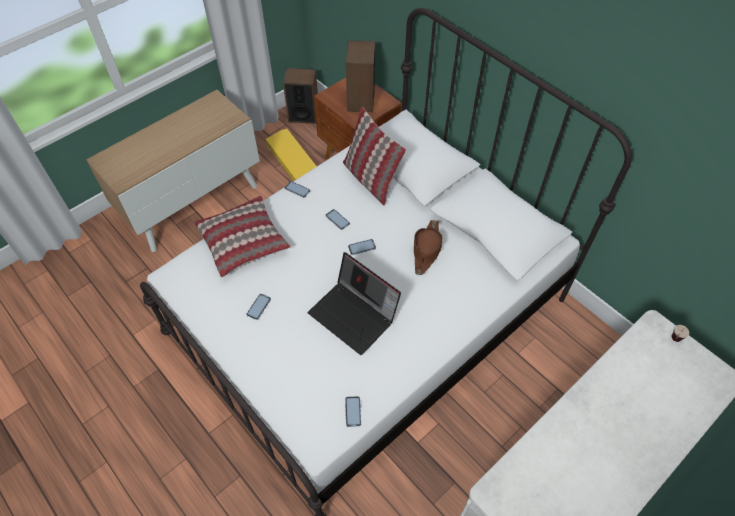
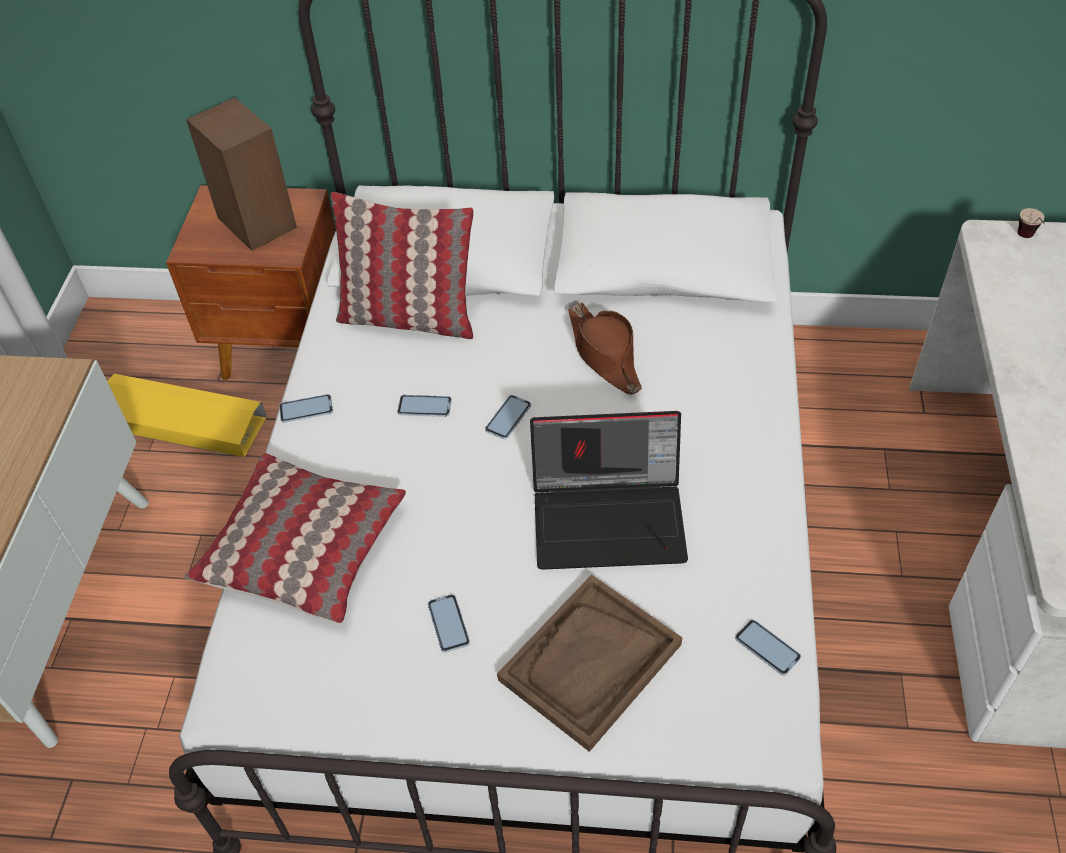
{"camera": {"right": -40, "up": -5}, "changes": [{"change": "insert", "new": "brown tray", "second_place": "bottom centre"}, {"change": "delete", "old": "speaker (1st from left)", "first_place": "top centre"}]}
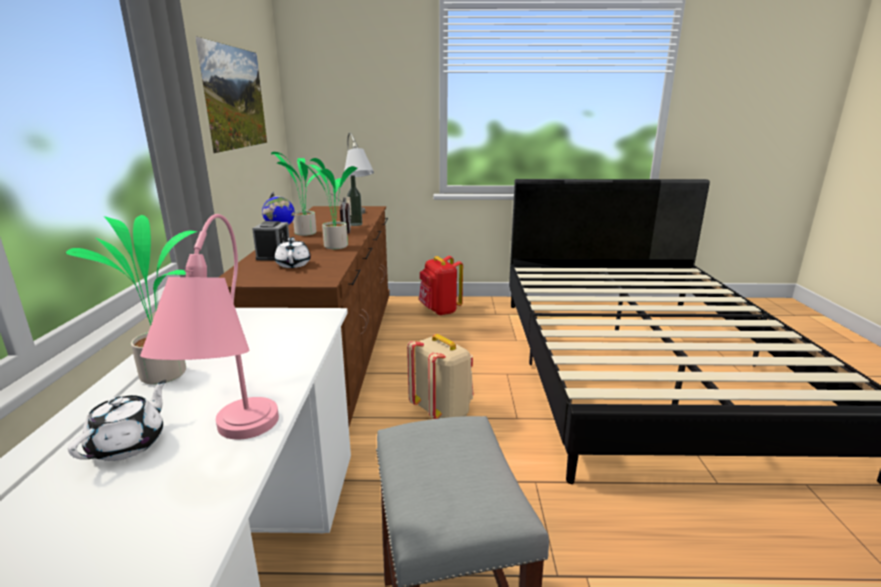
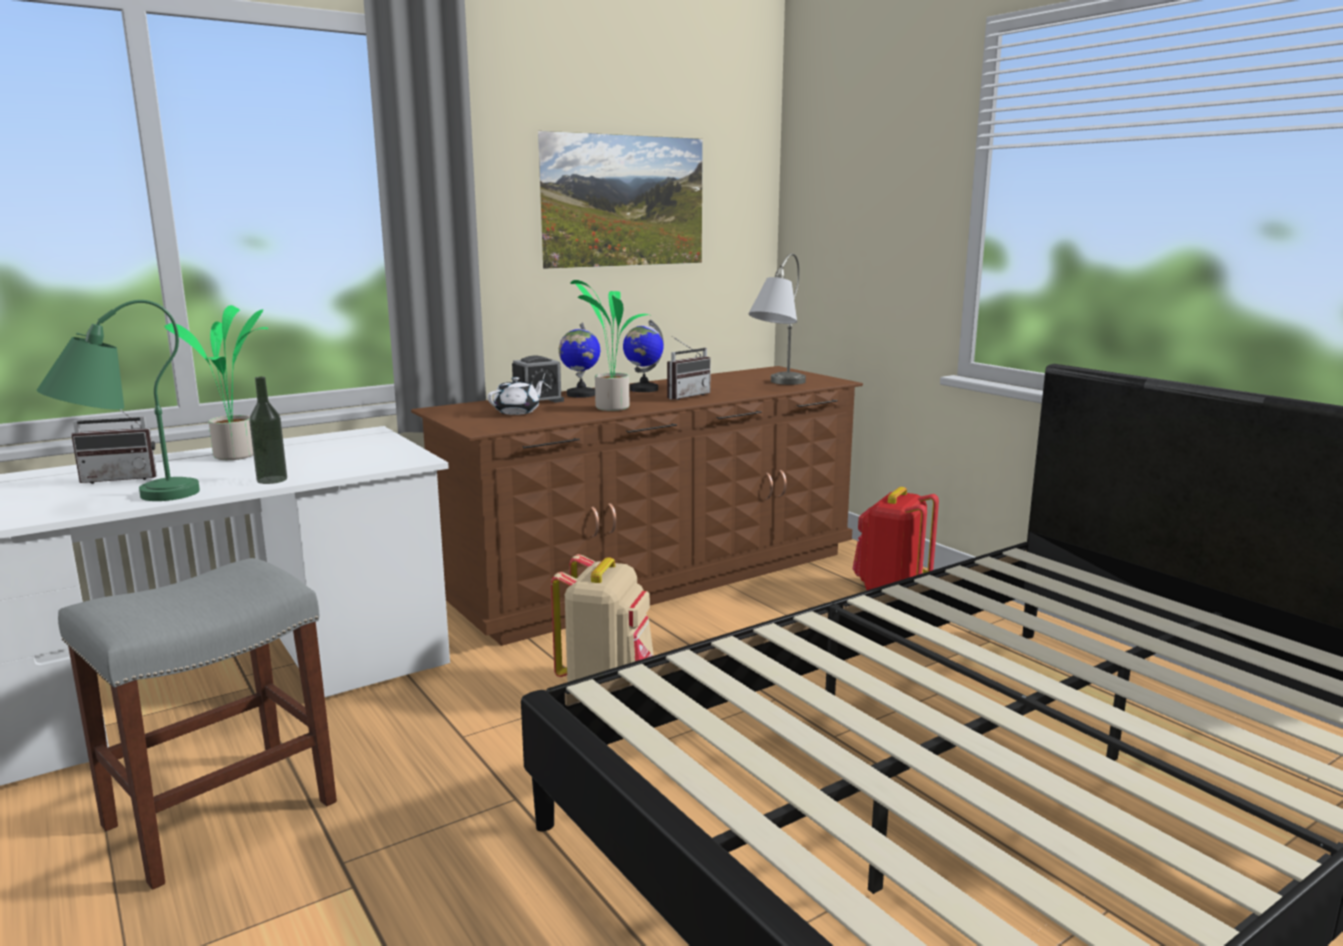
{"camera": {"right": 55, "up": -5}, "changes": [{"change": "recolor", "old": "pink table lamp", "new": "green table lamp", "first_place": "middle left", "second_place": "middle left"}, {"change": "replace", "old": "white teapot (1st from left)", "new": "radio (1st from left)", "first_place": "bottom left", "second_place": "middle left"}, {"change": "move", "old": "bottle", "first_place": "centre", "second_place": "middle left"}, {"change": "replace", "old": "potted plant (2nd from left)", "new": "globe (2nd from left)", "first_place": "top centre", "second_place": "centre"}]}
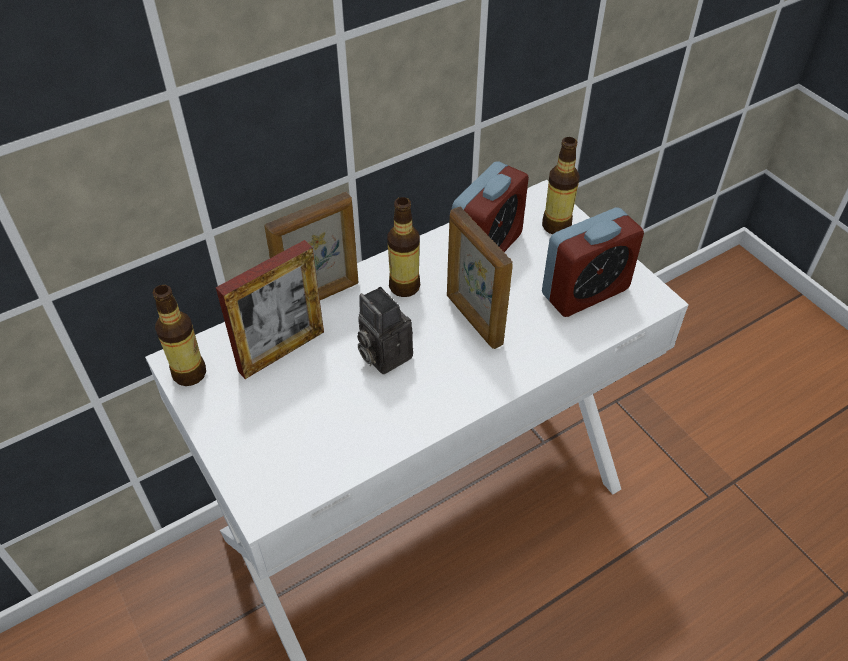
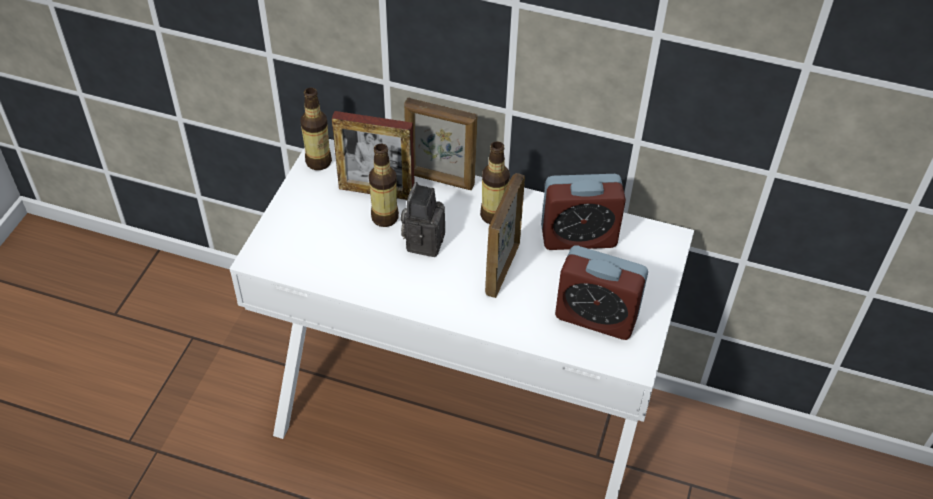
{"camera": {"right": 50, "up": 0}, "changes": [{"change": "move", "old": "bottle (3rd from left in the first image)", "new": "bottle (2nd from left)", "first_place": "top centre", "second_place": "centre"}]}
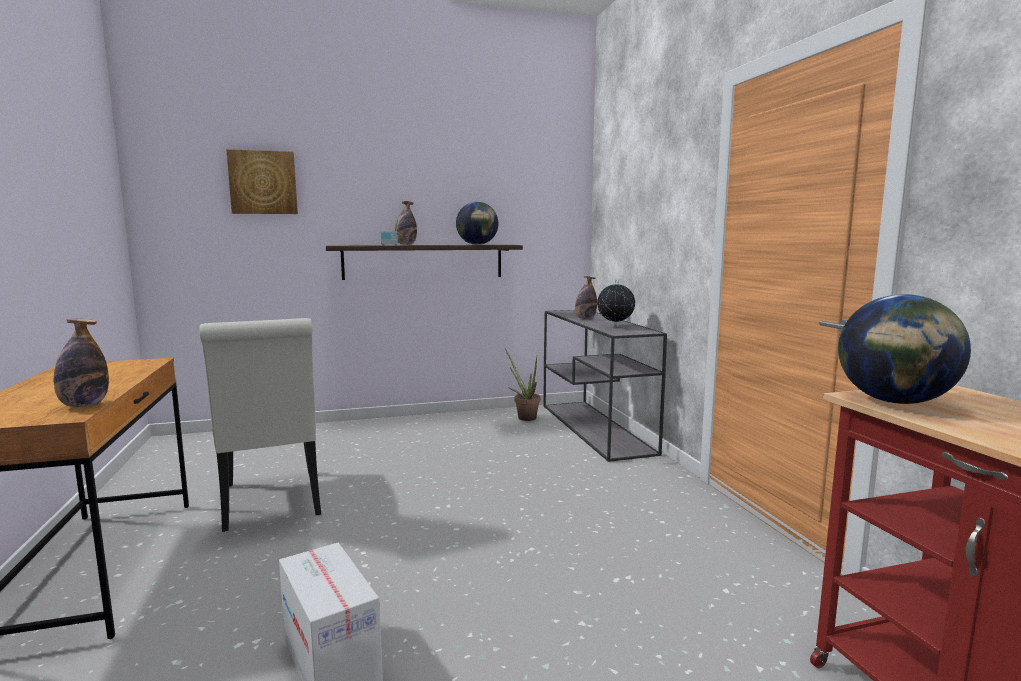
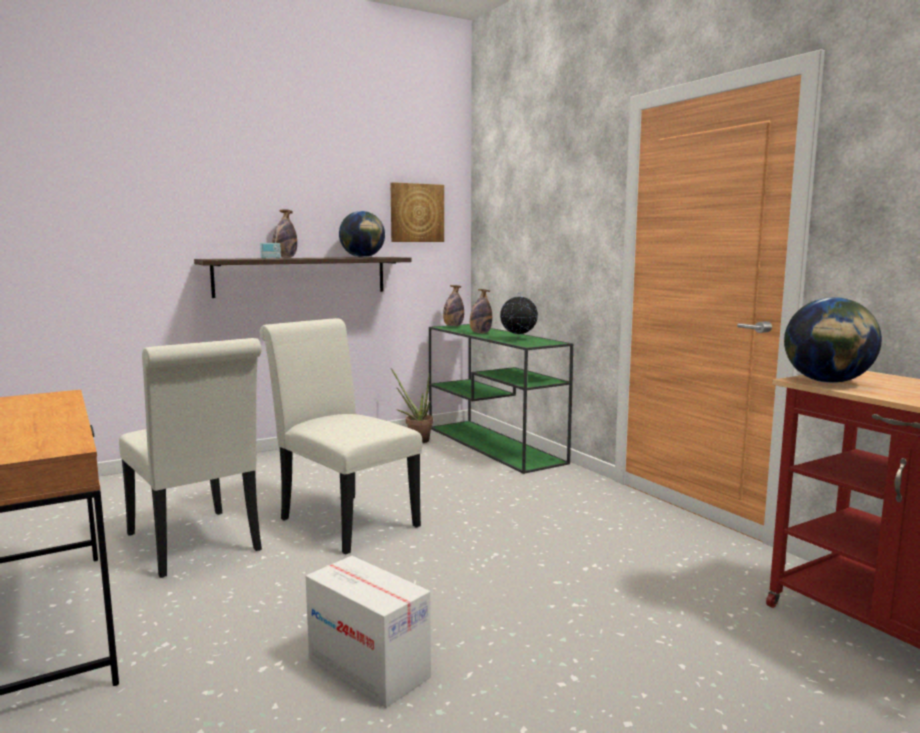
{"camera": {"right": -15, "up": 0}, "changes": [{"change": "insert", "new": "white chair (2nd from left)", "second_place": "centre"}, {"change": "move", "old": "picture", "first_place": "top left", "second_place": "top centre"}, {"change": "recolor", "old": "grey console table", "new": "green console table", "first_place": "centre", "second_place": "centre"}, {"change": "move", "old": "bottle (1st from left in the first image)", "new": "bottle (2nd from left)", "first_place": "middle left", "second_place": "centre"}]}
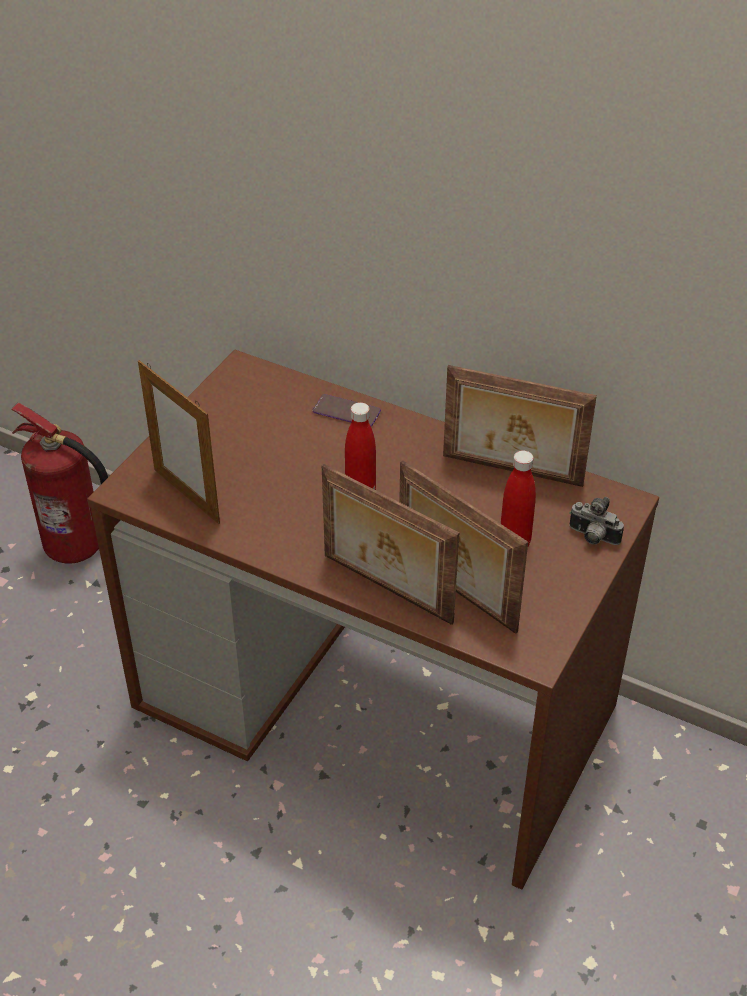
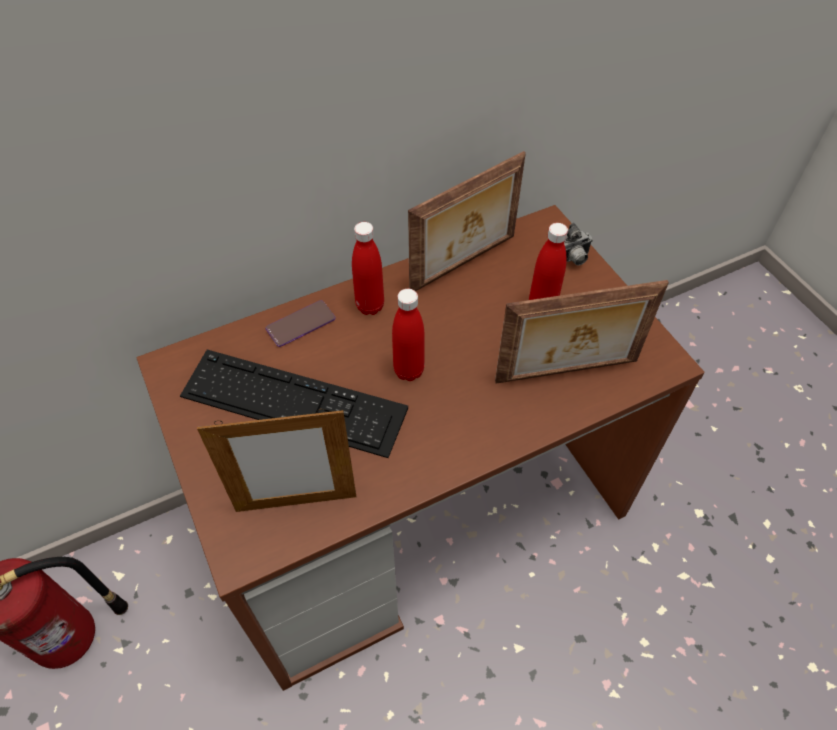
{"camera": {"right": -55, "up": 10}, "changes": [{"change": "insert", "new": "keyboard", "second_place": "centre"}, {"change": "insert", "new": "red bottle (1st from left)", "second_place": "centre"}, {"change": "delete", "old": "picture frame (2nd from left)", "first_place": "centre"}]}
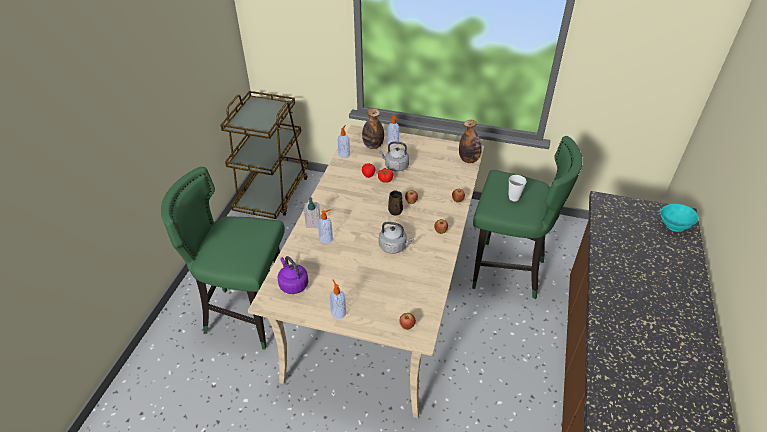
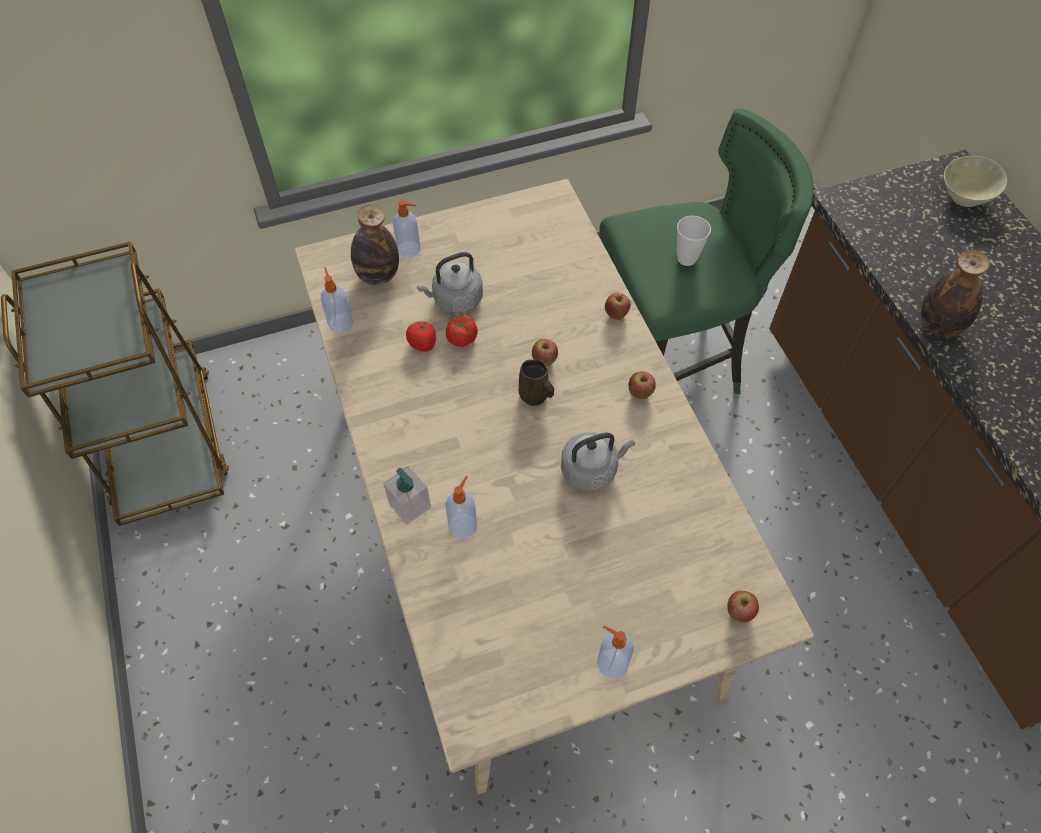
{"camera": {"right": -35, "up": 15}, "changes": [{"change": "move", "old": "bottle (2nd from left)", "first_place": "top centre", "second_place": "middle right"}, {"change": "recolor", "old": "turquoise bowl", "new": "beige bowl", "first_place": "middle right", "second_place": "top right"}, {"change": "delete", "old": "green stool (1st from left)", "first_place": "middle left"}, {"change": "delete", "old": "purple kettle", "first_place": "centre"}]}
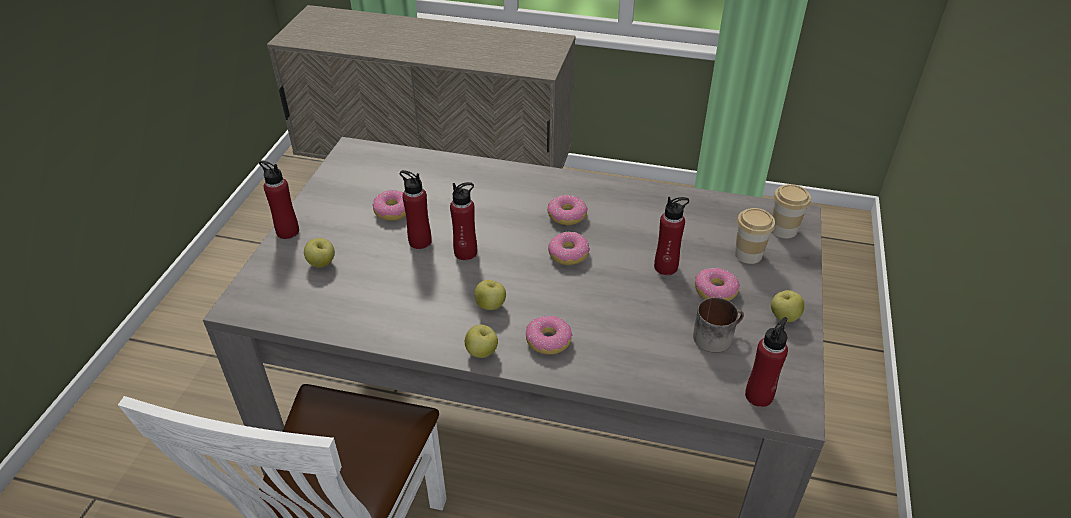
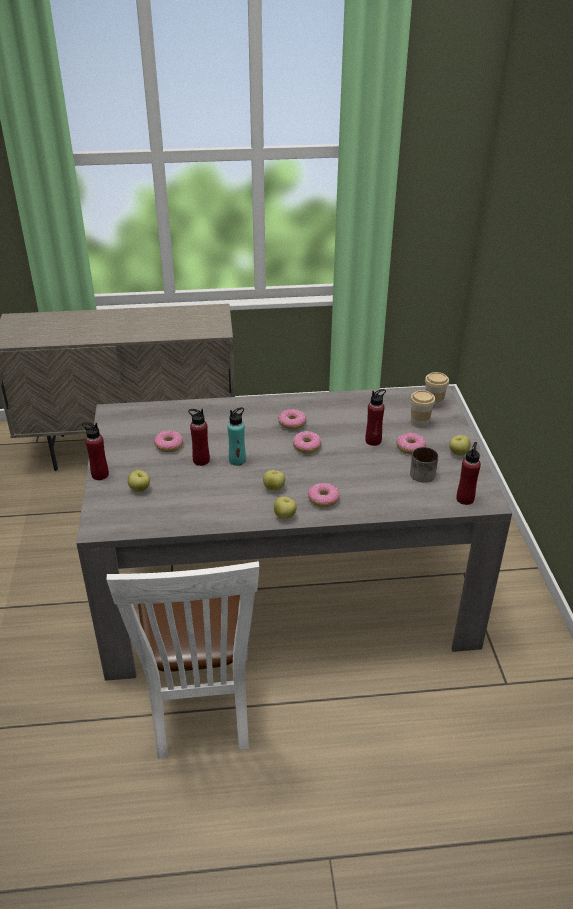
{"camera": {"right": -20, "up": -5}, "changes": [{"change": "recolor", "old": "red bottle (3rd from left)", "new": "turquoise bottle", "first_place": "centre", "second_place": "centre"}]}
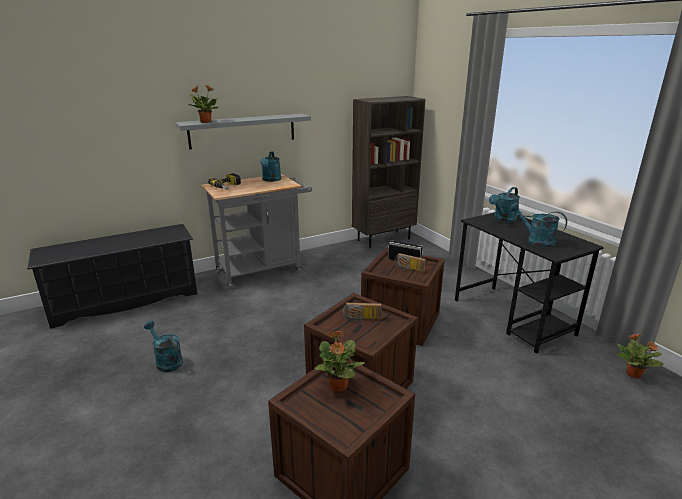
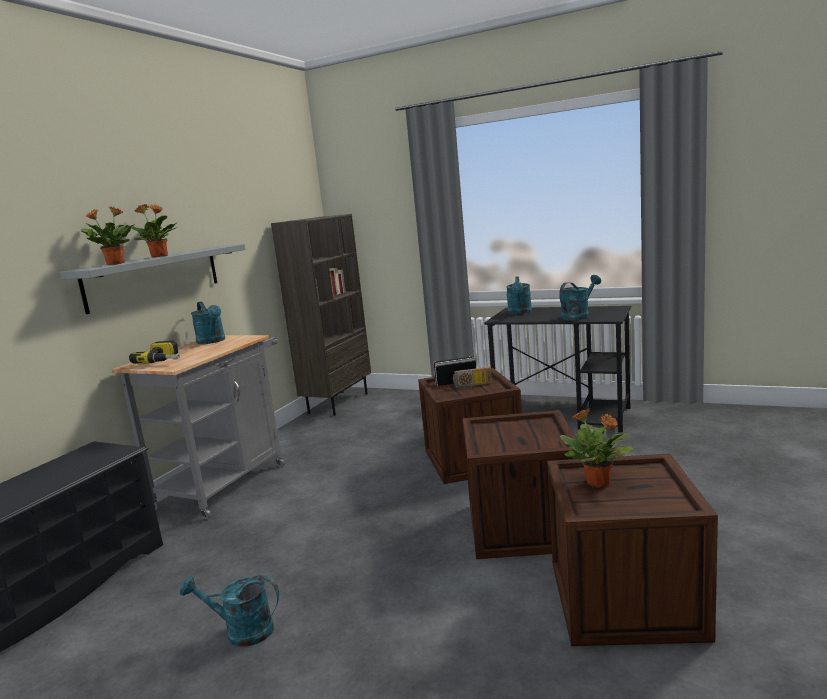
{"camera": {"right": -35, "up": -10}, "changes": [{"change": "move", "old": "potted plant (3rd from left in the first image)", "new": "potted plant (2nd from left)", "first_place": "bottom right", "second_place": "top left"}, {"change": "rotate", "old": "turquoise watering can (4th from left)", "first_place": "middle right", "second_place": "middle right", "degrees": 135}, {"change": "delete", "old": "radio (1st from left)", "first_place": "centre"}]}
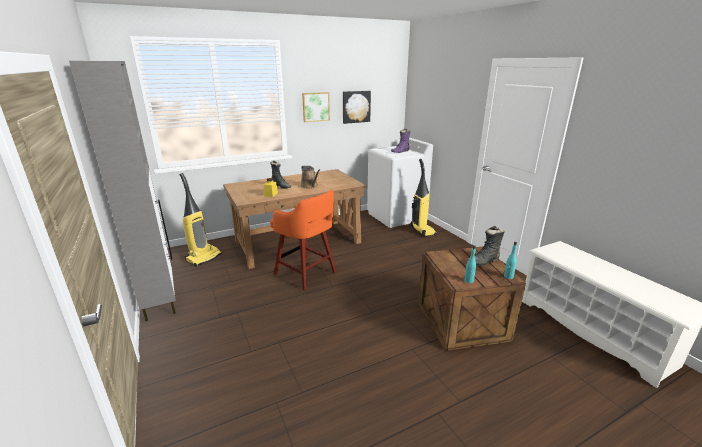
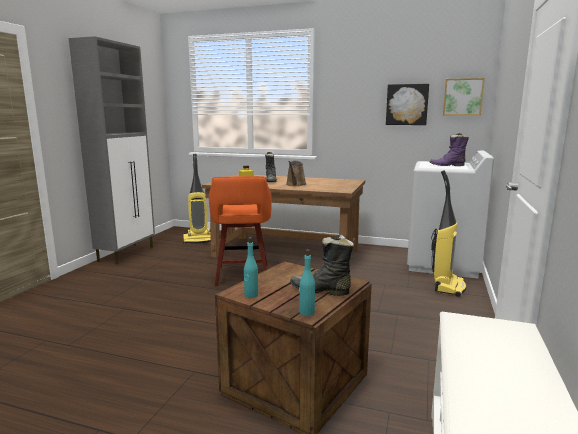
{"camera": {"right": 45, "up": -10}, "changes": [{"change": "move", "old": "picture (1st from left in the first image)", "new": "picture (2nd from left)", "first_place": "top centre", "second_place": "top right"}]}
